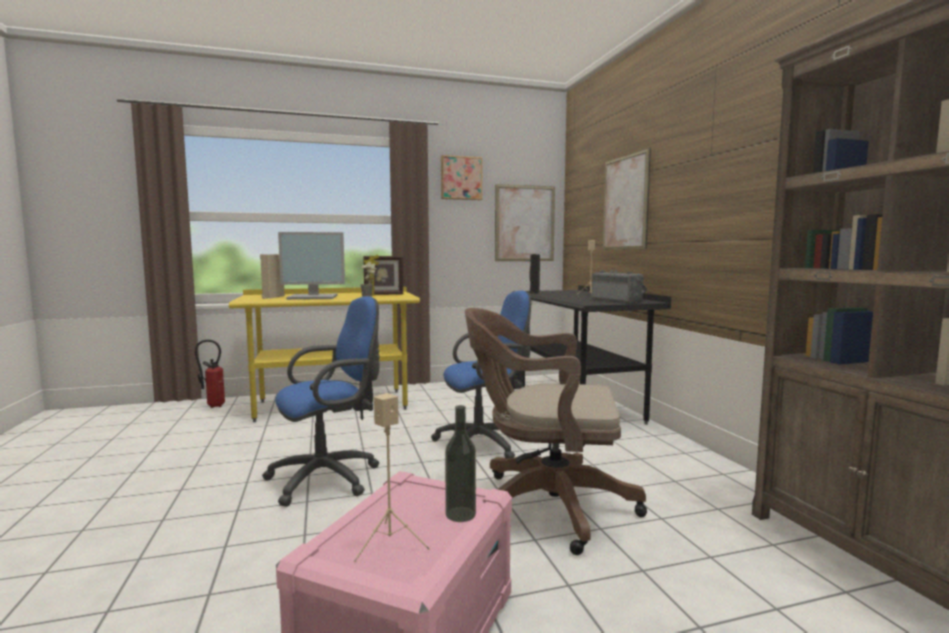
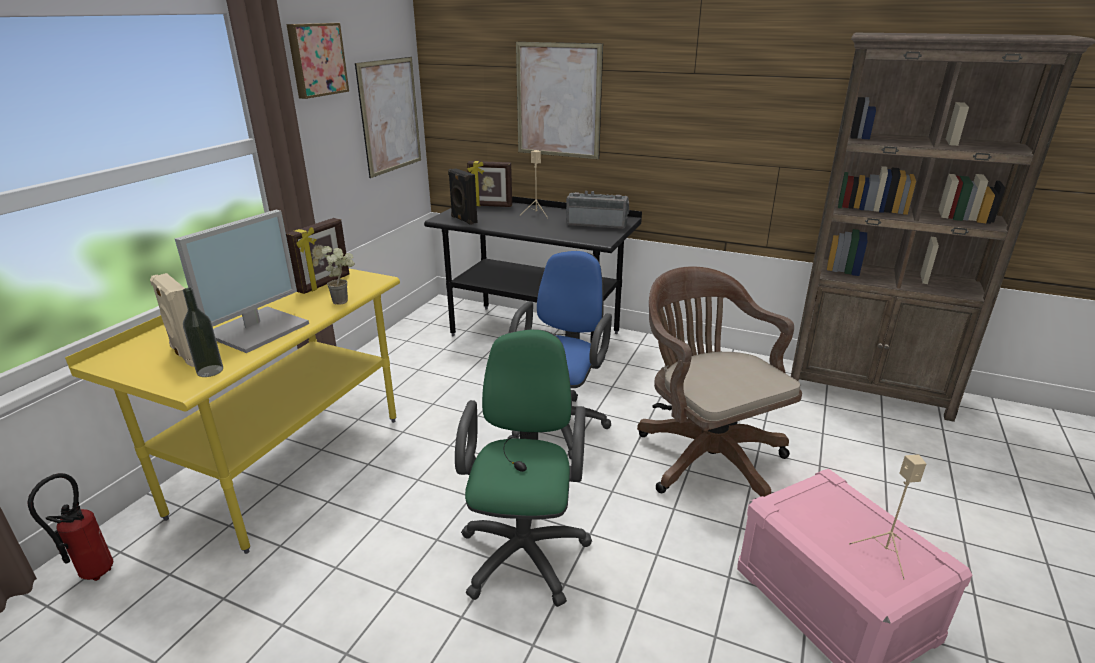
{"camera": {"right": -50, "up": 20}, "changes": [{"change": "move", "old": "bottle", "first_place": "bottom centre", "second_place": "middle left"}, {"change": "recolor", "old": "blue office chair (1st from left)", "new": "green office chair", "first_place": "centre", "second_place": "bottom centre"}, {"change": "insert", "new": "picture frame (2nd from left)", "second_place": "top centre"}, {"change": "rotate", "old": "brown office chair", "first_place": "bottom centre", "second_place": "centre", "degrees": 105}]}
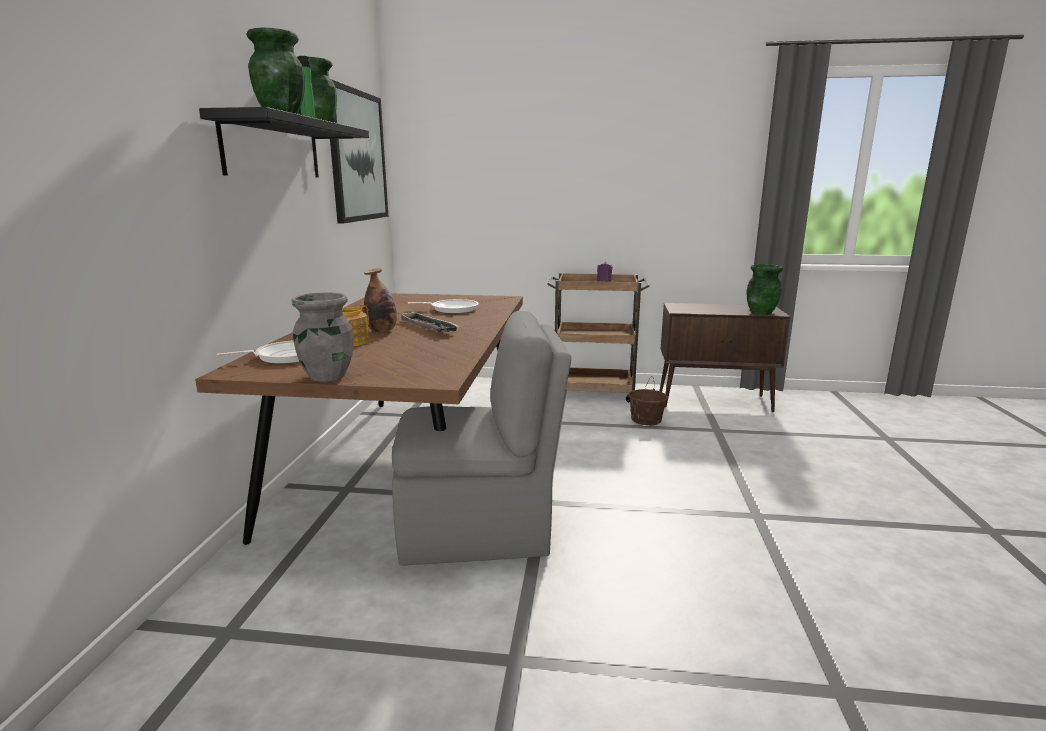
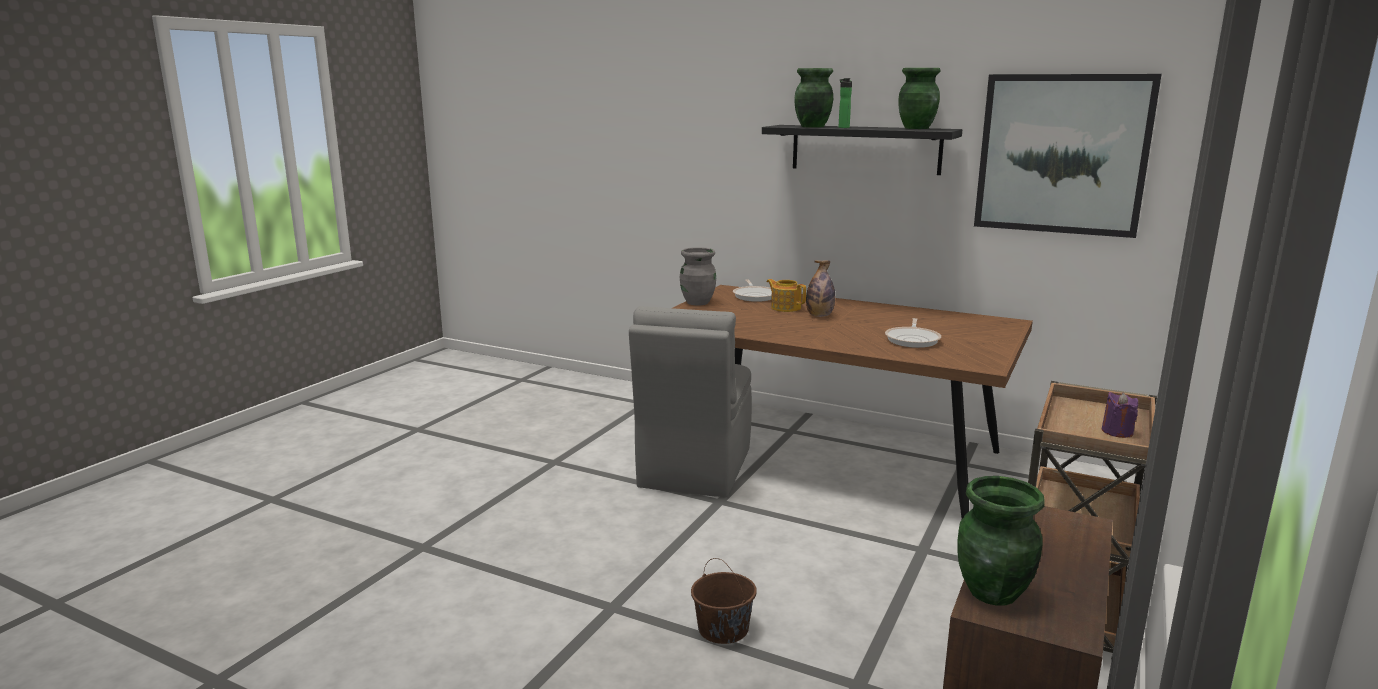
{"camera": {"right": 110, "up": 0}, "changes": [{"change": "move", "old": "brown bucket", "first_place": "centre", "second_place": "bottom centre"}, {"change": "delete", "old": "tray", "first_place": "centre"}]}
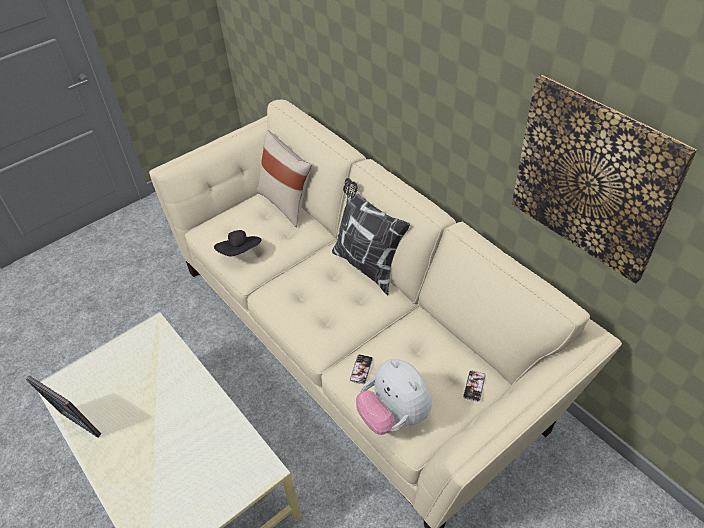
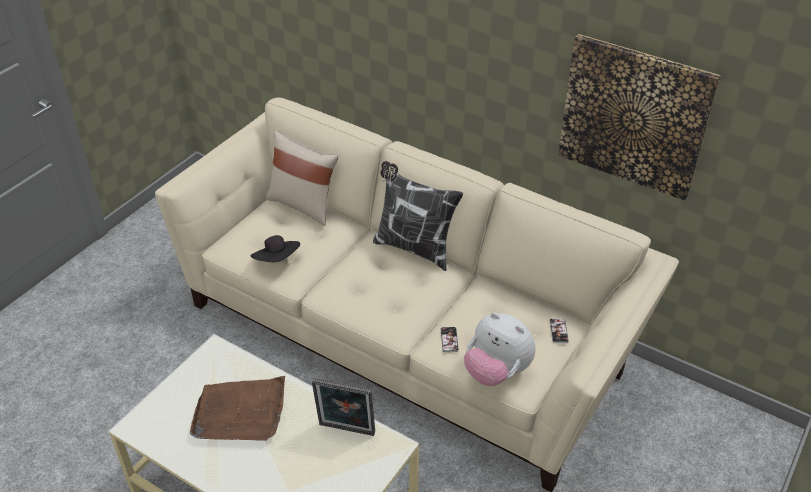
{"camera": {"right": -20, "up": -5}, "changes": [{"change": "insert", "new": "brown tray", "second_place": "bottom left"}, {"change": "move", "old": "picture frame", "first_place": "bottom left", "second_place": "bottom centre"}]}
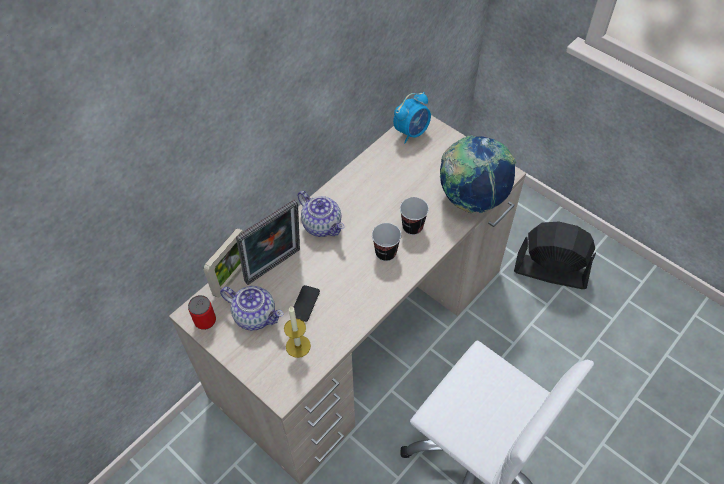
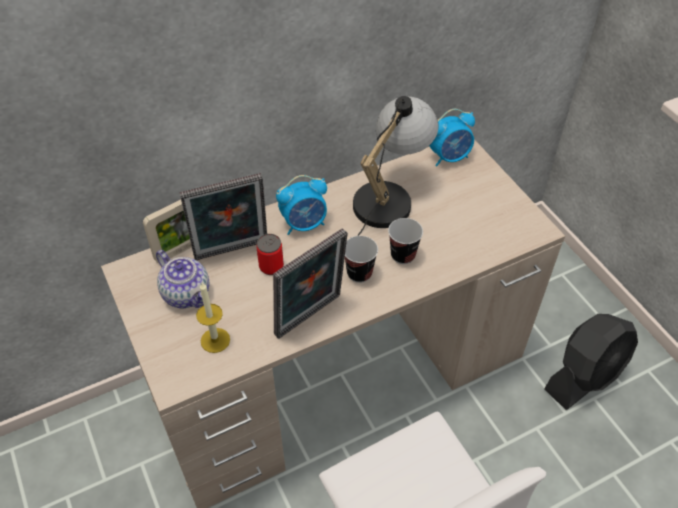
{"camera": {"right": 20, "up": -5}, "changes": [{"change": "move", "old": "can", "first_place": "middle left", "second_place": "centre"}, {"change": "insert", "new": "picture frame (3rd from left)", "second_place": "centre"}, {"change": "replace", "old": "teapot (2nd from left)", "new": "alarm clock (1st from left)", "first_place": "centre", "second_place": "centre"}, {"change": "insert", "new": "table lamp", "second_place": "top centre"}, {"change": "rotate", "old": "black fan", "first_place": "middle right", "second_place": "bottom right", "degrees": 105}, {"change": "delete", "old": "phone", "first_place": "centre"}, {"change": "delete", "old": "globe", "first_place": "centre"}]}
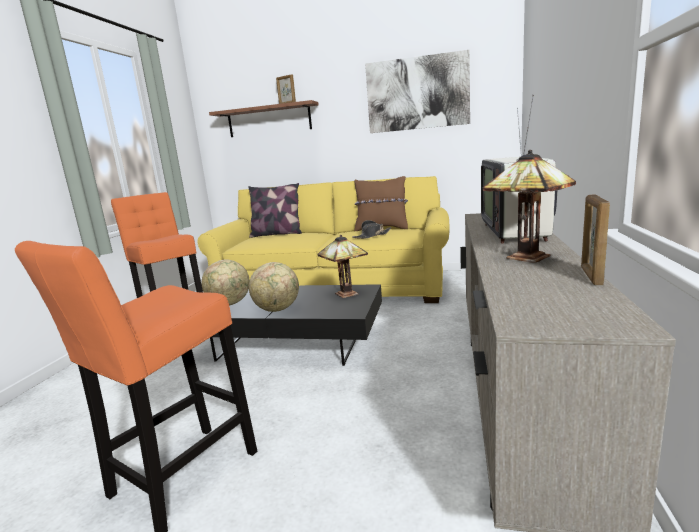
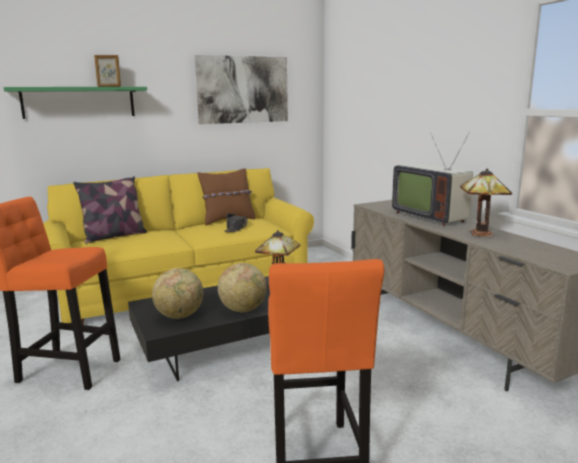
{"camera": {"right": -40, "up": 0}, "changes": [{"change": "recolor", "old": "brown shelf", "new": "green shelf", "first_place": "top centre", "second_place": "top left"}, {"change": "delete", "old": "picture frame (2nd from left)", "first_place": "middle right"}]}
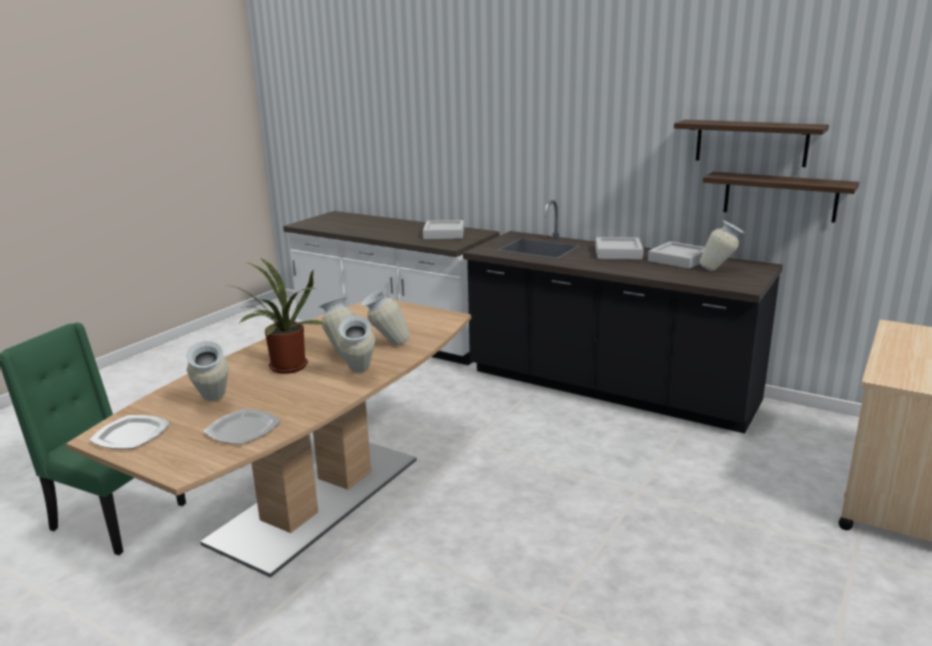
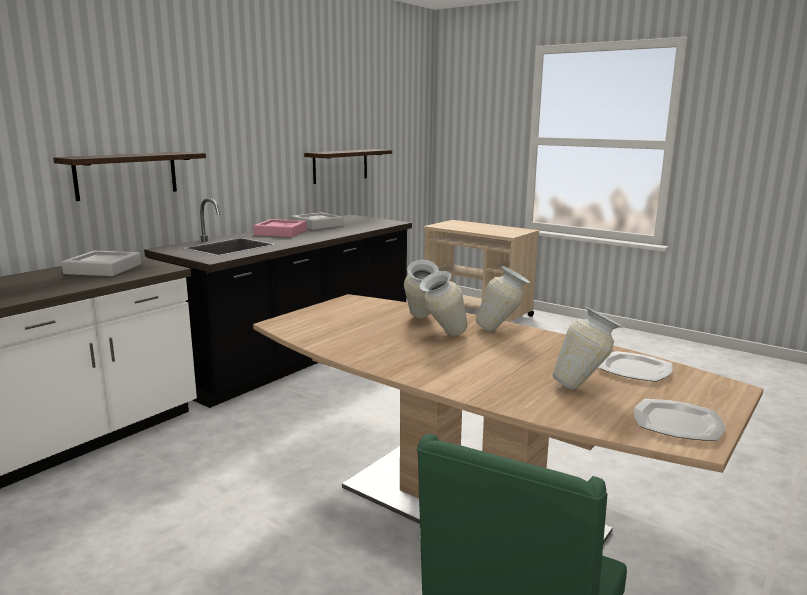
{"camera": {"right": -85, "up": -5}, "changes": [{"change": "move", "old": "shelf (1st from left)", "first_place": "top right", "second_place": "top left"}, {"change": "recolor", "old": "grey tray (2nd from left)", "new": "pink tray", "first_place": "centre", "second_place": "centre"}, {"change": "delete", "old": "potted plant", "first_place": "middle left"}, {"change": "delete", "old": "vase (5th from left)", "first_place": "middle right"}]}
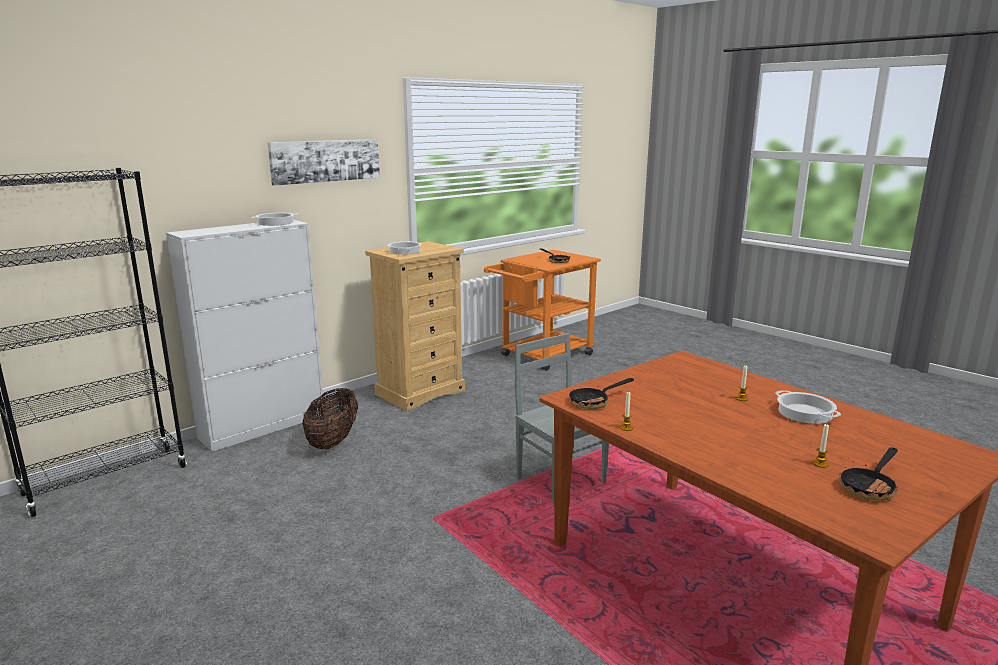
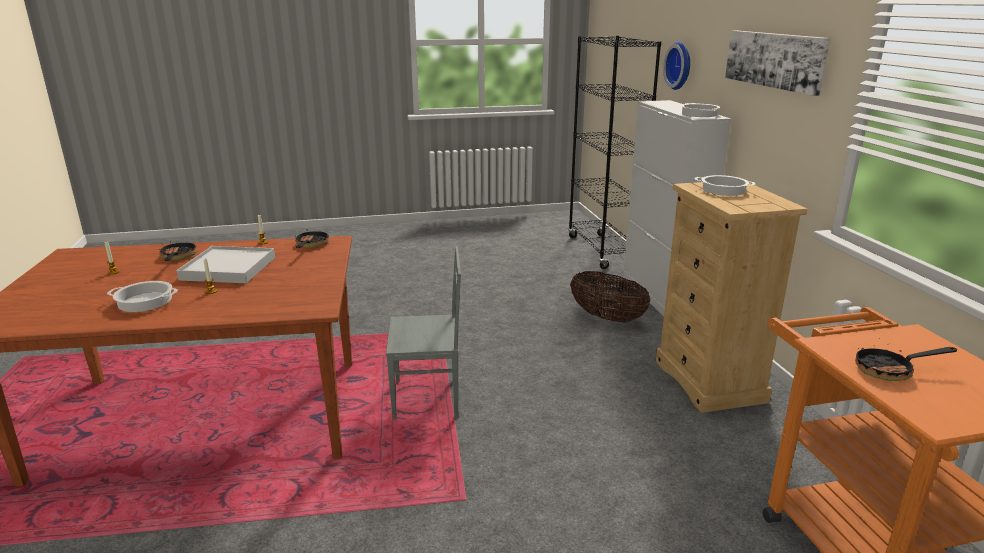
{"camera": {"right": 120, "up": 5}, "changes": [{"change": "move", "old": "frying pan (3rd from left in the first image)", "new": "frying pan (1st from left)", "first_place": "bottom right", "second_place": "middle left"}, {"change": "insert", "new": "white tray", "second_place": "middle left"}, {"change": "insert", "new": "wall clock", "second_place": "top right"}]}
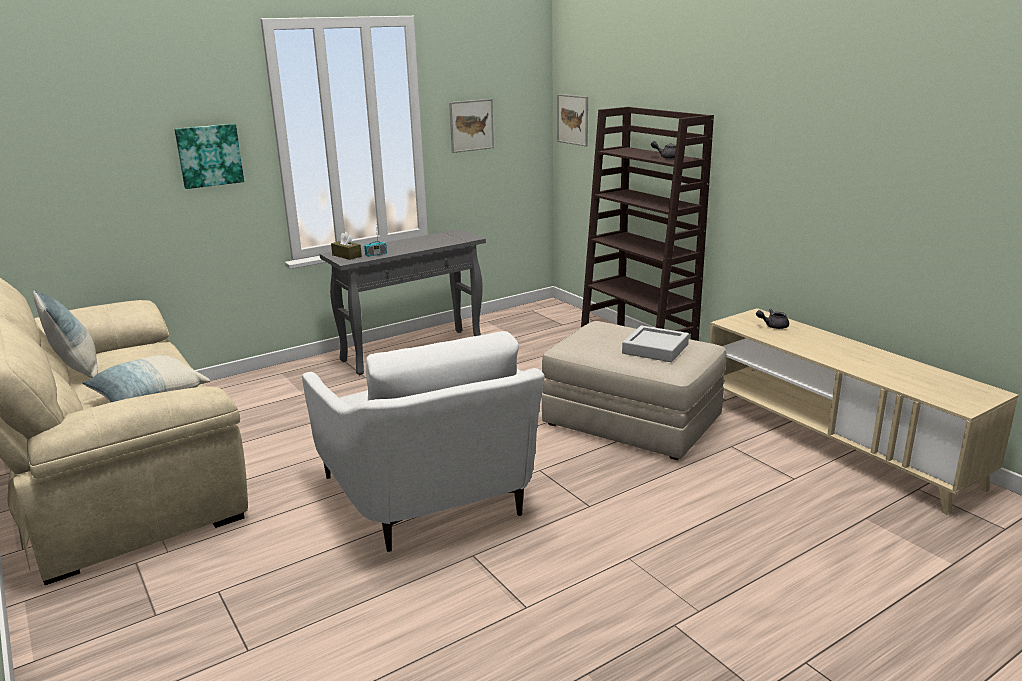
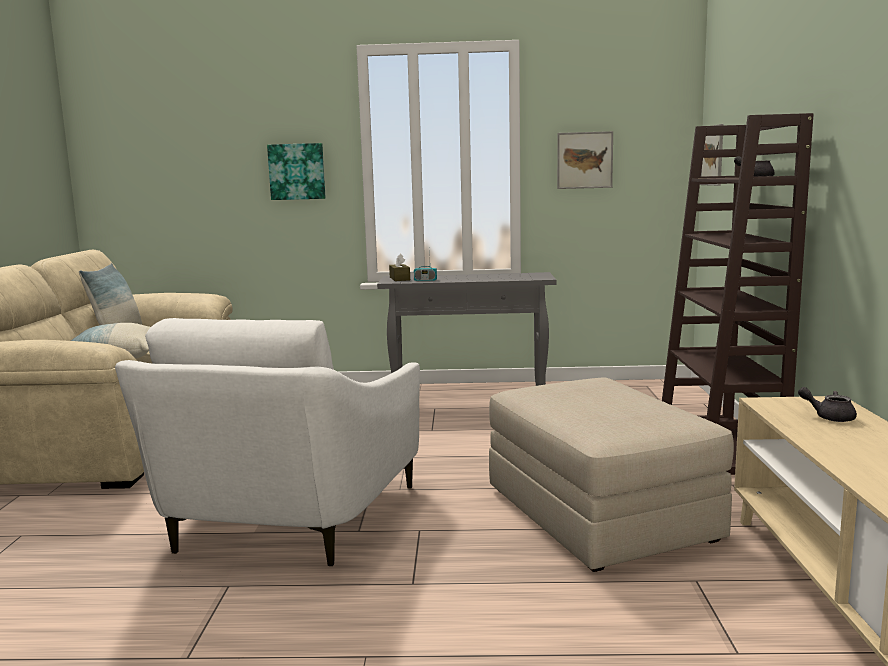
{"camera": {"right": 35, "up": -10}, "changes": [{"change": "delete", "old": "grey tray", "first_place": "centre"}]}
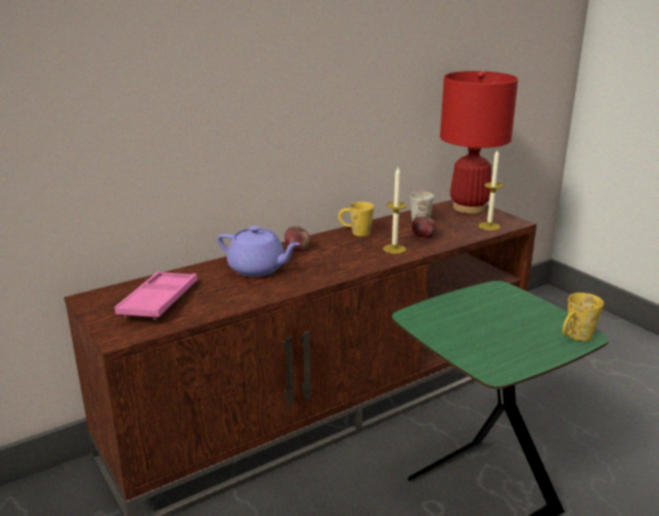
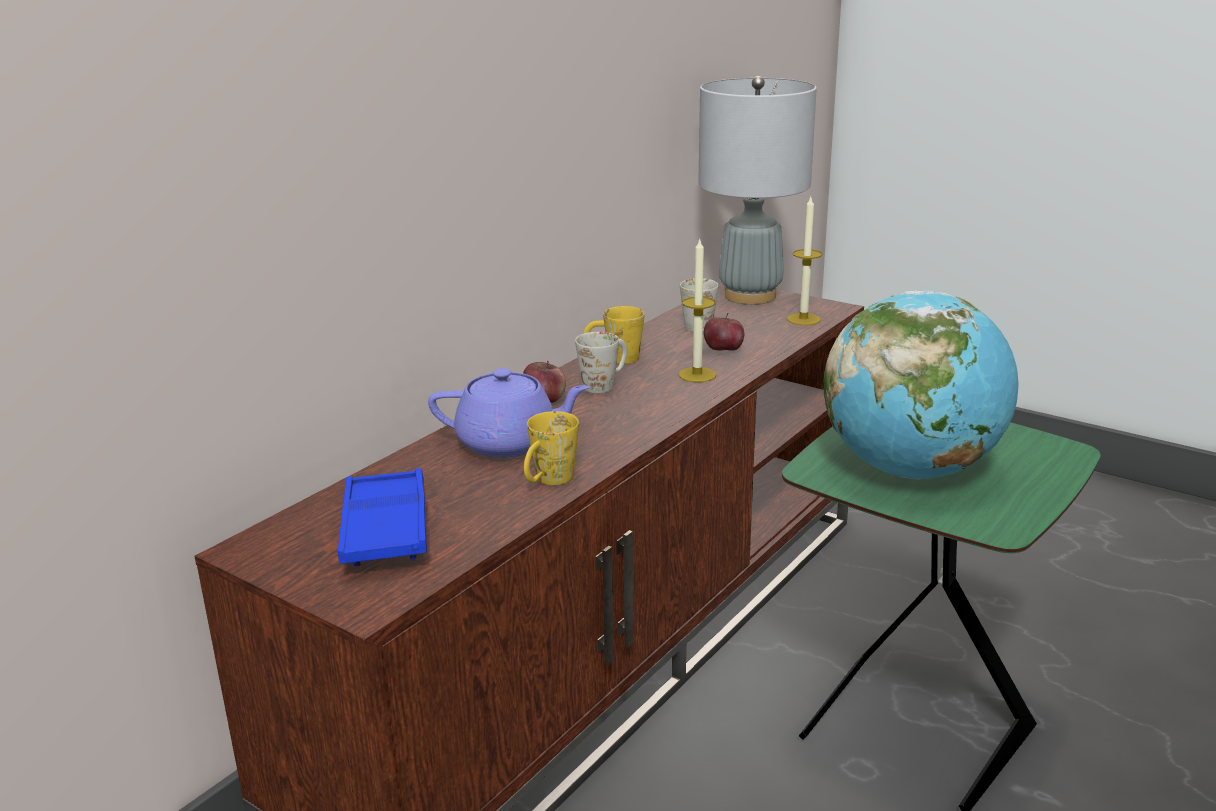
{"camera": {"right": -20, "up": 0}, "changes": [{"change": "recolor", "old": "pink tray", "new": "blue tray", "first_place": "middle left", "second_place": "middle left"}, {"change": "move", "old": "yellow mug (2nd from left in the first image)", "new": "yellow mug (1st from left)", "first_place": "middle right", "second_place": "centre"}, {"change": "insert", "new": "white mug (1st from left)", "second_place": "centre"}, {"change": "recolor", "old": "red table lamp", "new": "grey table lamp", "first_place": "top right", "second_place": "top centre"}, {"change": "insert", "new": "globe", "second_place": "middle right"}]}
